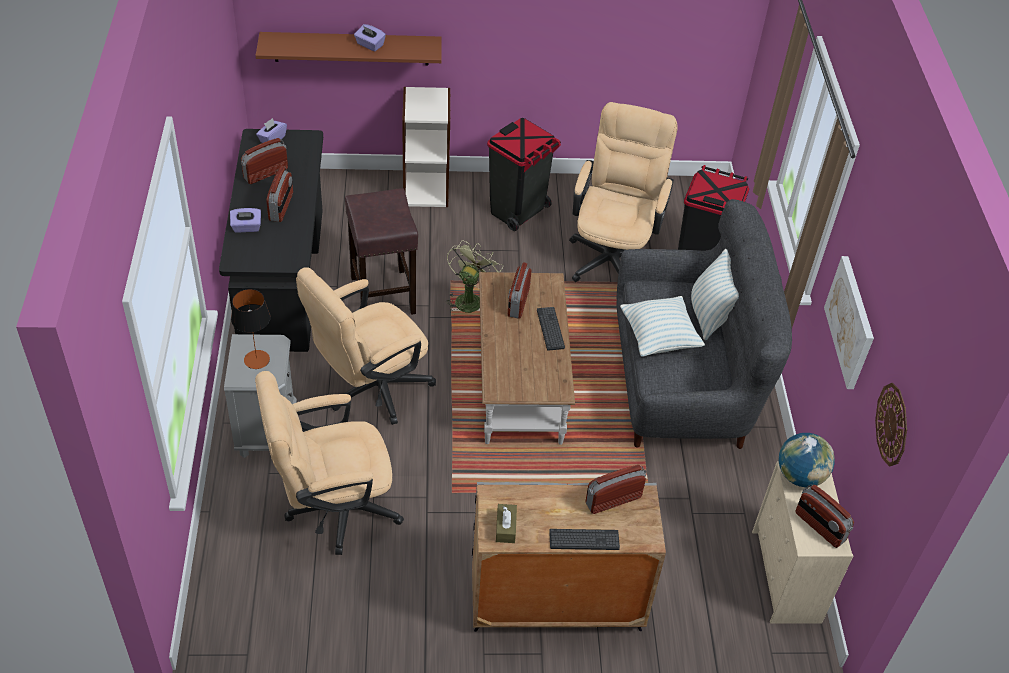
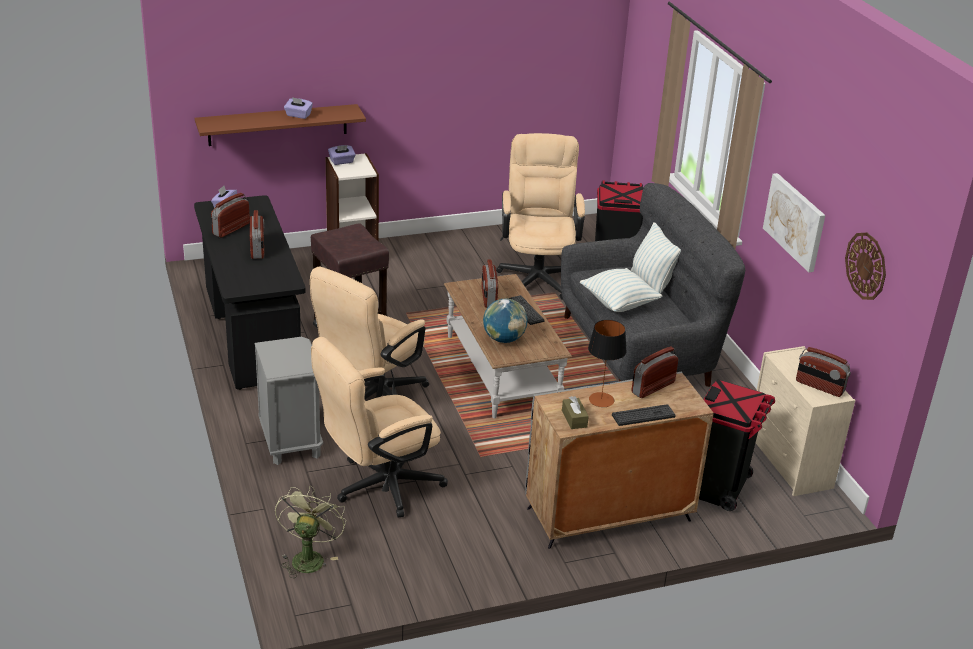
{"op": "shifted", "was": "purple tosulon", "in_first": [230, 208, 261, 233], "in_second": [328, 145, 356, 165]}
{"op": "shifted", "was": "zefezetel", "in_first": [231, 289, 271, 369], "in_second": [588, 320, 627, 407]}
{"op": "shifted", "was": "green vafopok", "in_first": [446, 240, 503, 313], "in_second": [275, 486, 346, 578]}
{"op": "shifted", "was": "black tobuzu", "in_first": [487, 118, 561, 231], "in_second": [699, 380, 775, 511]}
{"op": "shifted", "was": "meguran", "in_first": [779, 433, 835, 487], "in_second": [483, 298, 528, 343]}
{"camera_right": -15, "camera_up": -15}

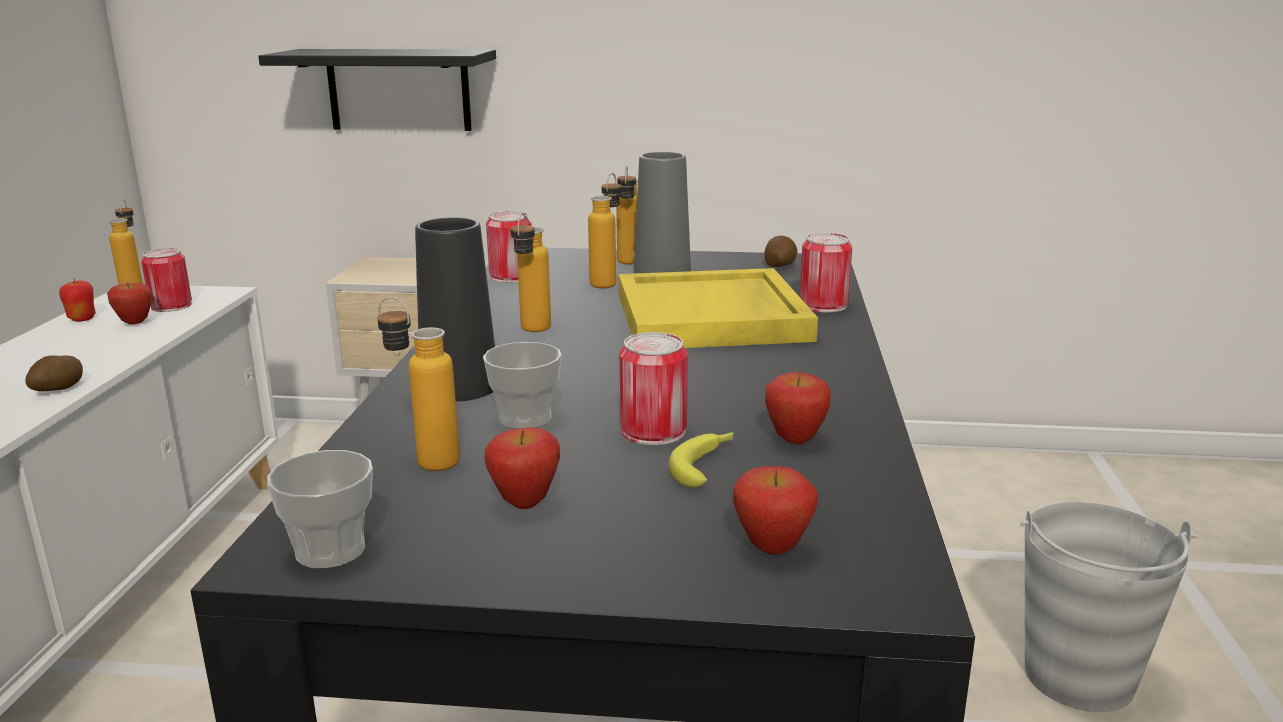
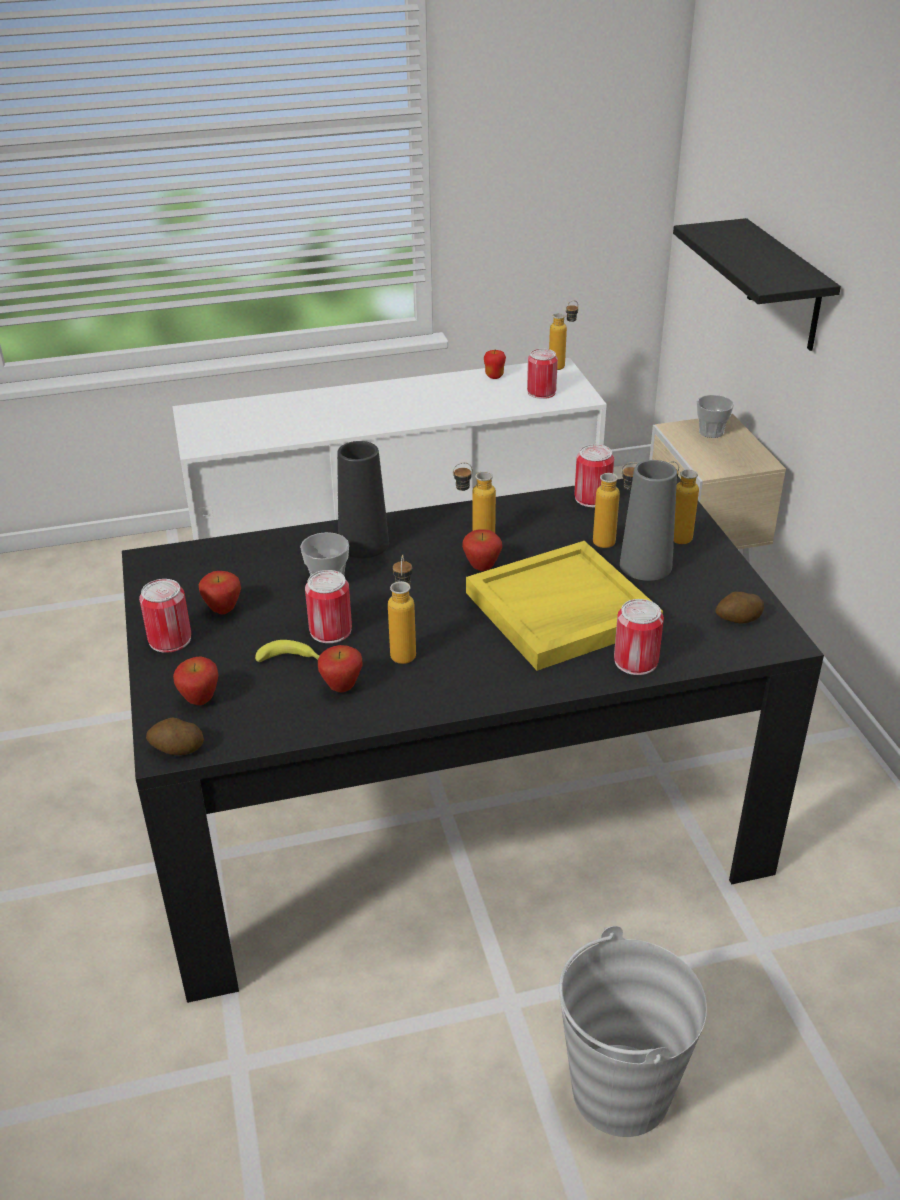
{"op": "new", "now": "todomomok", "in_second": [139, 579, 191, 653]}
{"op": "shifted", "was": "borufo", "in_first": [25, 355, 83, 391], "in_second": [146, 718, 204, 755]}
{"op": "shifted", "was": "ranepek", "in_first": [107, 282, 153, 324], "in_second": [462, 529, 502, 571]}
{"op": "shifted", "was": "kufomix", "in_first": [267, 450, 373, 569], "in_second": [697, 395, 734, 438]}
{"op": "shifted", "was": "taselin", "in_first": [377, 297, 460, 471], "in_second": [388, 555, 416, 664]}
{"camera_right": 70, "camera_up": 15}

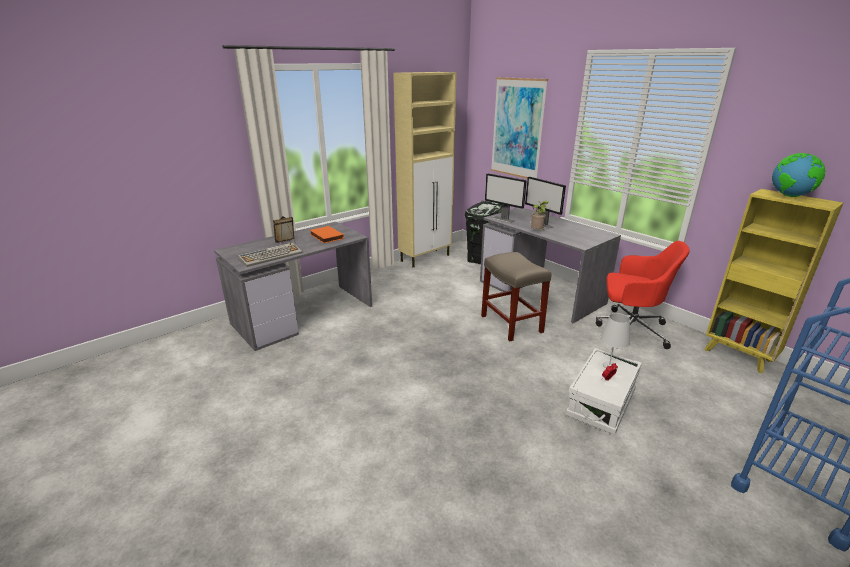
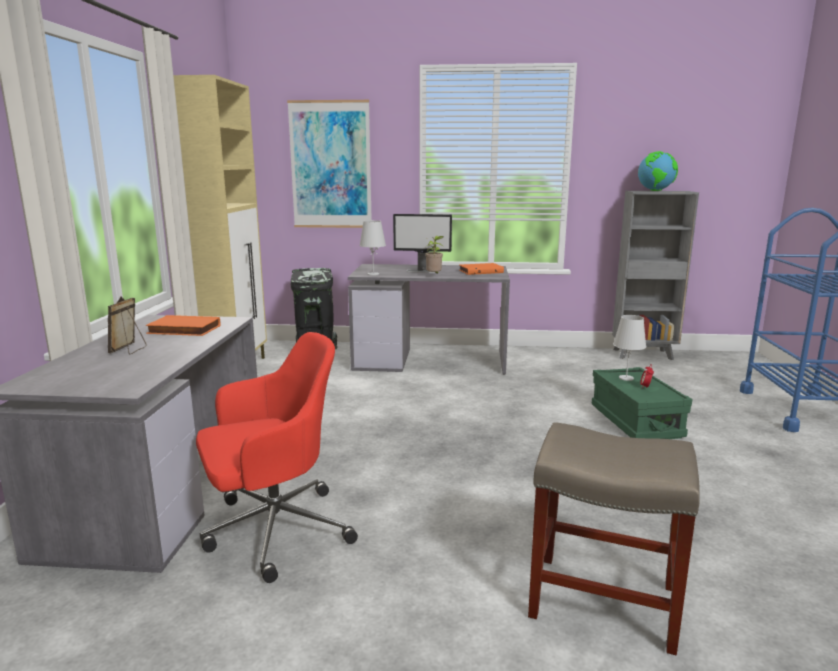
{"op": "gone", "was": "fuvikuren", "in_first": [238, 243, 302, 267]}
{"op": "new", "now": "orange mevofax", "in_second": [459, 263, 504, 275]}
{"op": "shifted", "was": "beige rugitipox", "in_first": [481, 252, 551, 341], "in_second": [528, 422, 700, 655]}
{"op": "shifted", "was": "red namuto", "in_first": [596, 241, 690, 349], "in_second": [196, 332, 358, 583]}
{"op": "swapped", "was": "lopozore", "now": "white zefezetel", "in_first": [485, 174, 527, 223], "in_second": [359, 220, 386, 276]}
{"op": "repainted", "was": "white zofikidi", "now": "green zofikidi", "in_first": [566, 348, 642, 435], "in_second": [592, 367, 692, 439]}
{"op": "repainted", "was": "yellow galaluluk", "now": "grey galaluluk", "in_first": [704, 189, 843, 373], "in_second": [612, 191, 699, 360]}
{"camera_right": -45, "camera_up": -10}

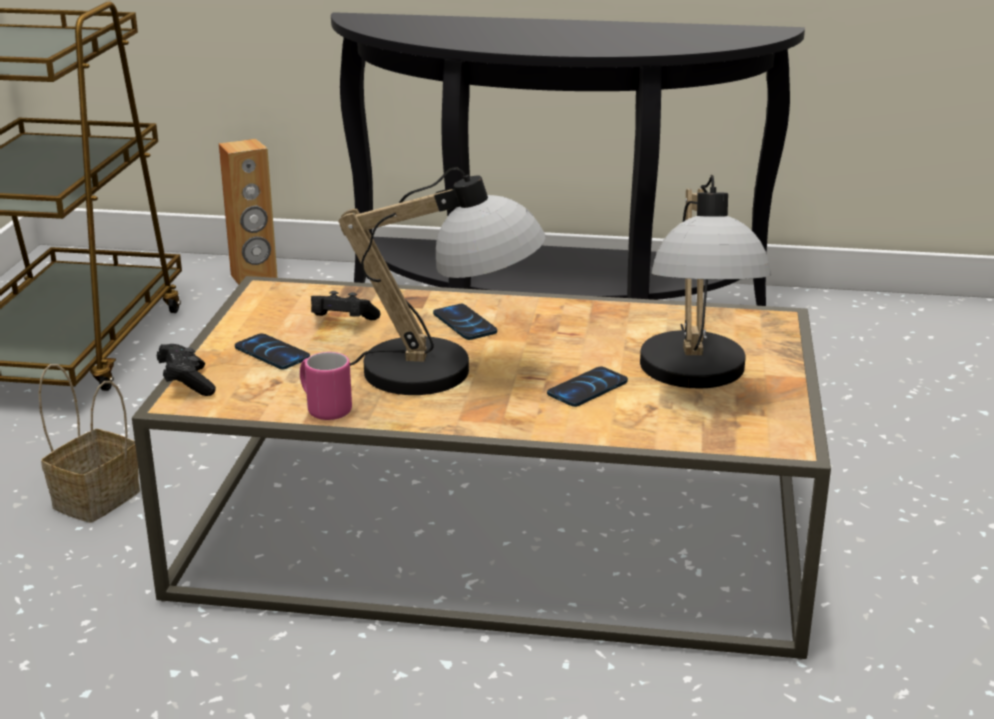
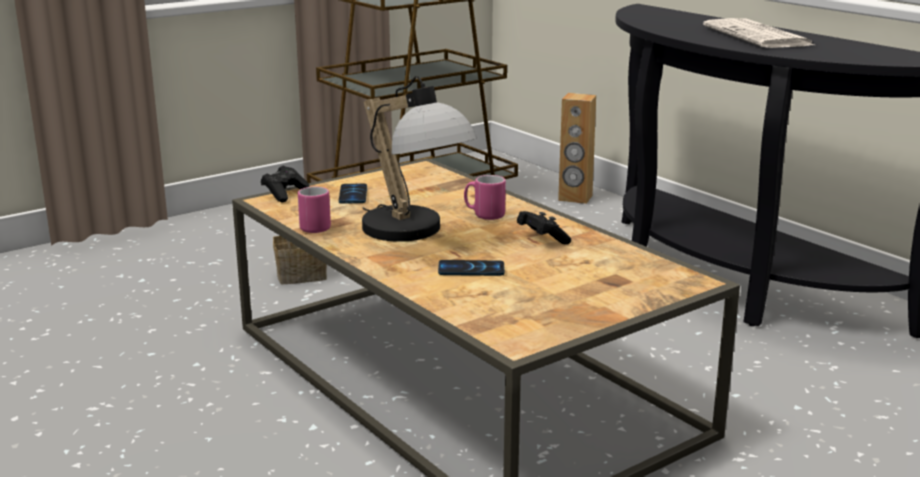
{"op": "gone", "was": "zefezetel", "in_first": [640, 175, 771, 389]}
{"op": "new", "now": "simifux", "in_second": [703, 18, 814, 48]}
{"op": "shifted", "was": "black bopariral", "in_first": [311, 291, 381, 320], "in_second": [517, 211, 571, 245]}
{"op": "swapped", "was": "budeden", "now": "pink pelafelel", "in_first": [433, 304, 497, 340], "in_second": [464, 175, 506, 220]}
{"camera_right": 45, "camera_up": -5}

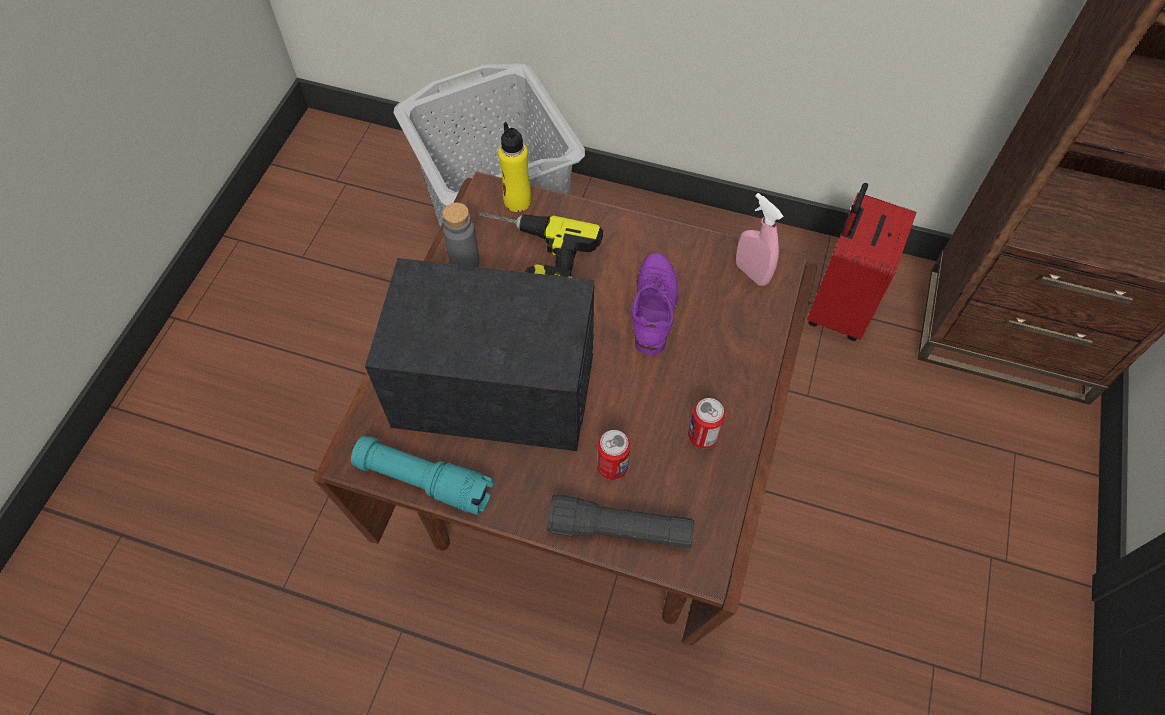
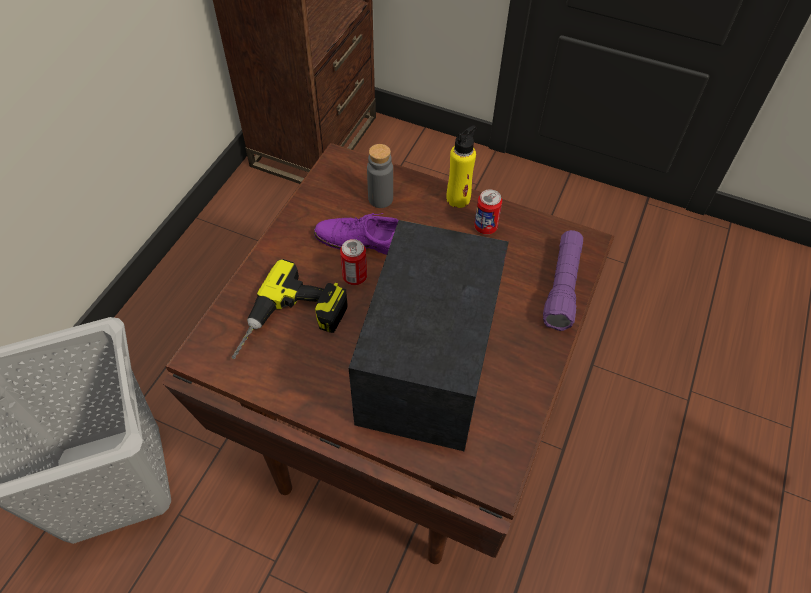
{"op": "gone", "was": "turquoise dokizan", "in_first": [351, 436, 494, 515]}
{"op": "gone", "was": "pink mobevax", "in_first": [736, 193, 784, 286]}
{"op": "gone", "was": "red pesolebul", "in_first": [807, 183, 916, 341]}
{"op": "shifted", "was": "grey taselin", "in_first": [443, 202, 480, 267], "in_second": [367, 144, 393, 208]}
{"op": "shifted", "was": "yellow taselin", "in_first": [498, 122, 531, 212], "in_second": [446, 125, 477, 208]}
{"op": "shifted", "was": "todomomok", "in_first": [597, 430, 630, 480], "in_second": [340, 239, 367, 285]}
{"op": "repainted", "was": "black dokizan", "now": "purple dokizan", "in_first": [546, 494, 694, 549], "in_second": [543, 230, 583, 331]}
{"camera_right": -85, "camera_up": -5}

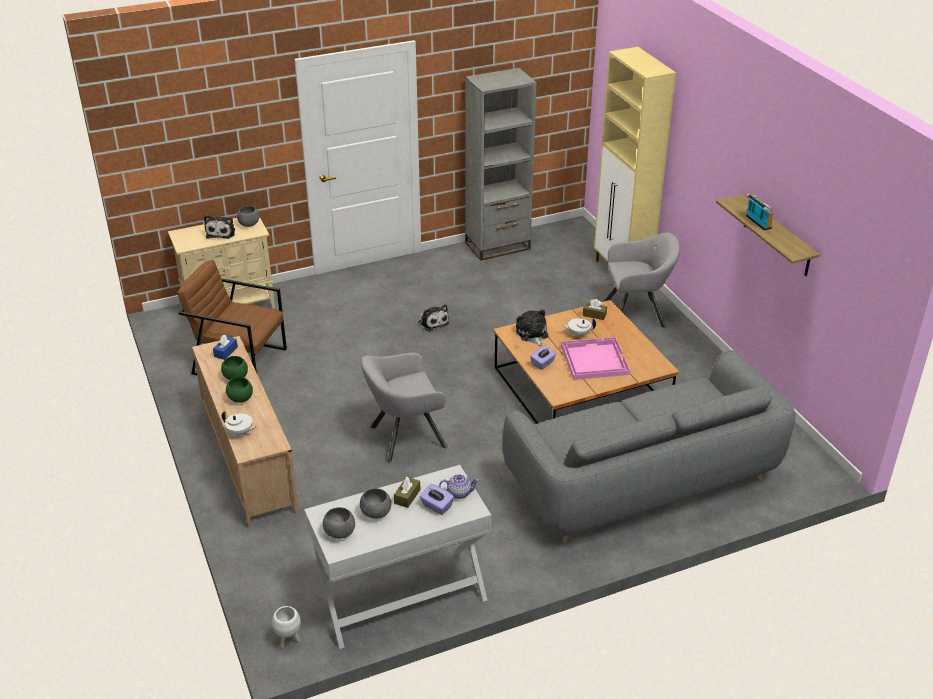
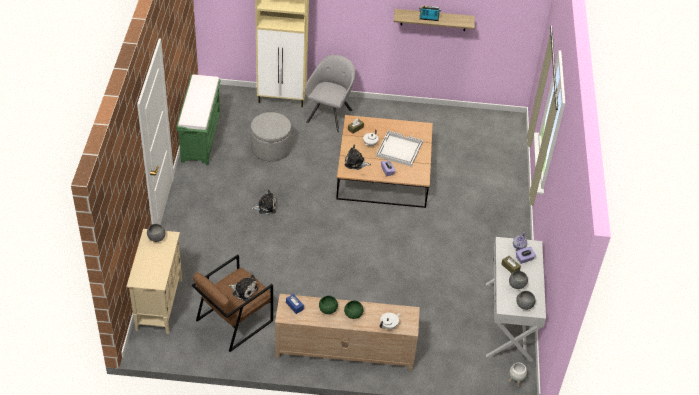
{"op": "gone", "was": "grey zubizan", "in_first": [361, 353, 448, 463]}
{"op": "gone", "was": "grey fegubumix", "in_first": [503, 350, 795, 542]}
{"op": "new", "now": "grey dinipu", "in_second": [251, 112, 291, 161]}
{"op": "shifted", "was": "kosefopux", "in_first": [204, 215, 235, 239], "in_second": [228, 275, 258, 301]}
{"op": "swapped", "was": "grey galaluluk", "now": "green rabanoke", "in_first": [465, 68, 537, 261], "in_second": [176, 75, 221, 165]}
{"op": "repainted", "was": "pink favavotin", "now": "white favavotin", "in_first": [561, 337, 630, 380], "in_second": [376, 130, 423, 167]}
{"camera_right": -65, "camera_up": 10}

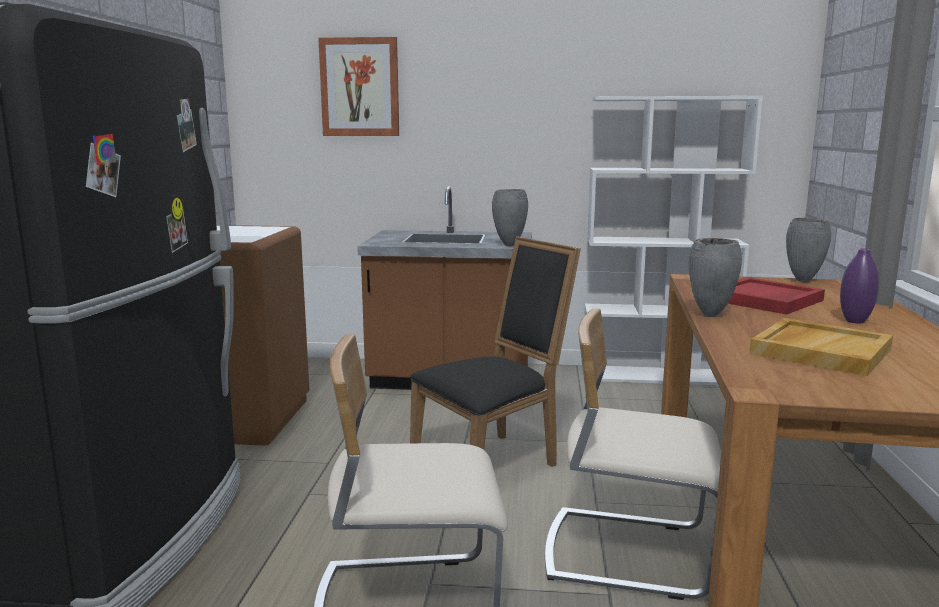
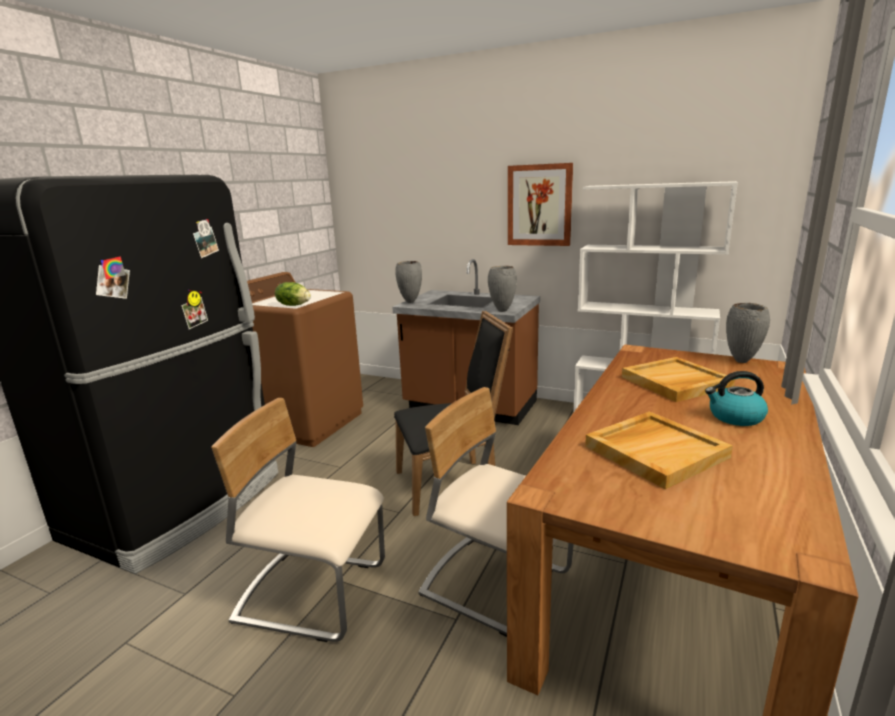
{"op": "new", "now": "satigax", "in_second": [275, 282, 311, 306]}
{"op": "shifted", "was": "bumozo", "in_first": [318, 37, 399, 136], "in_second": [508, 163, 573, 246]}
{"op": "shifted", "was": "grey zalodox", "in_first": [689, 238, 742, 317], "in_second": [395, 261, 422, 303]}
{"op": "swapped", "was": "purple zalodox", "now": "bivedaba", "in_first": [840, 248, 879, 323], "in_second": [705, 371, 768, 426]}
{"op": "repainted", "was": "red favavotin", "now": "beige favavotin", "in_first": [728, 277, 825, 315], "in_second": [622, 357, 735, 402]}
{"camera_right": 20, "camera_up": 5}

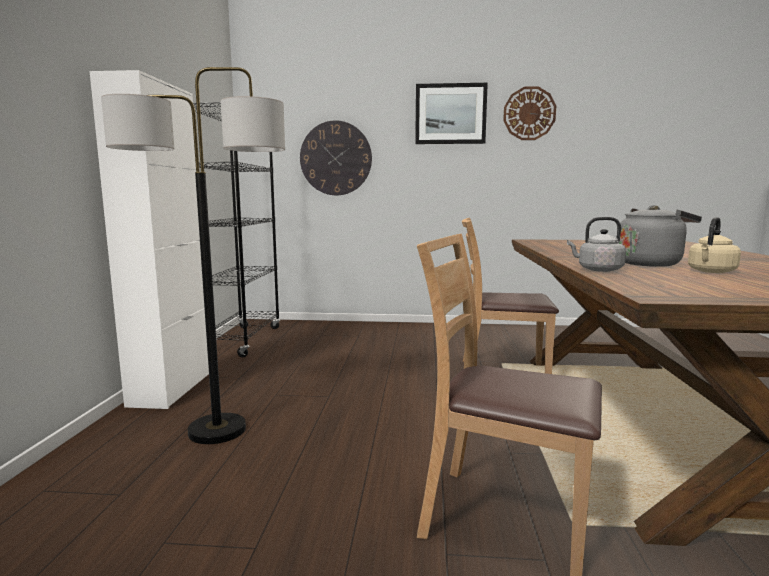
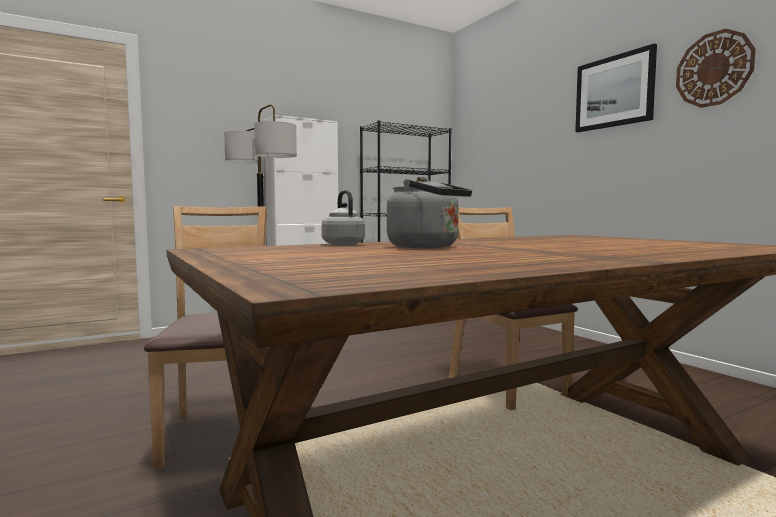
{"op": "gone", "was": "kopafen", "in_first": [300, 120, 372, 195]}
{"op": "gone", "was": "beige bivedaba", "in_first": [688, 217, 741, 273]}
{"camera_right": 55, "camera_up": -5}

